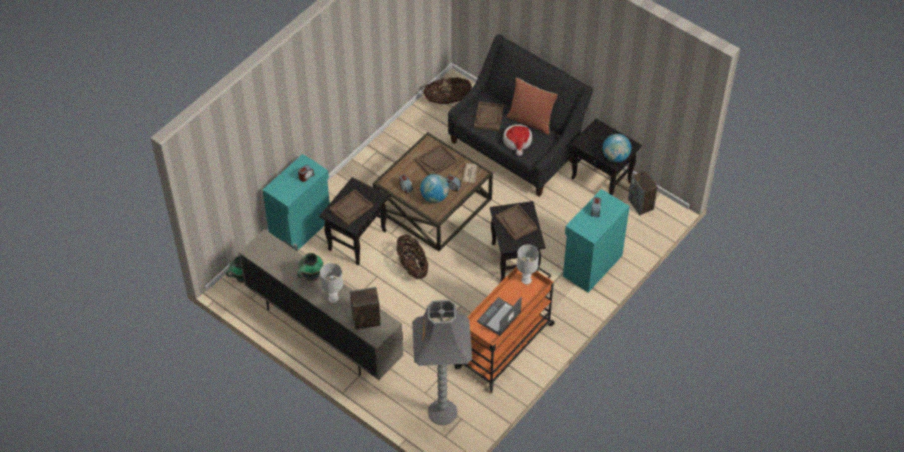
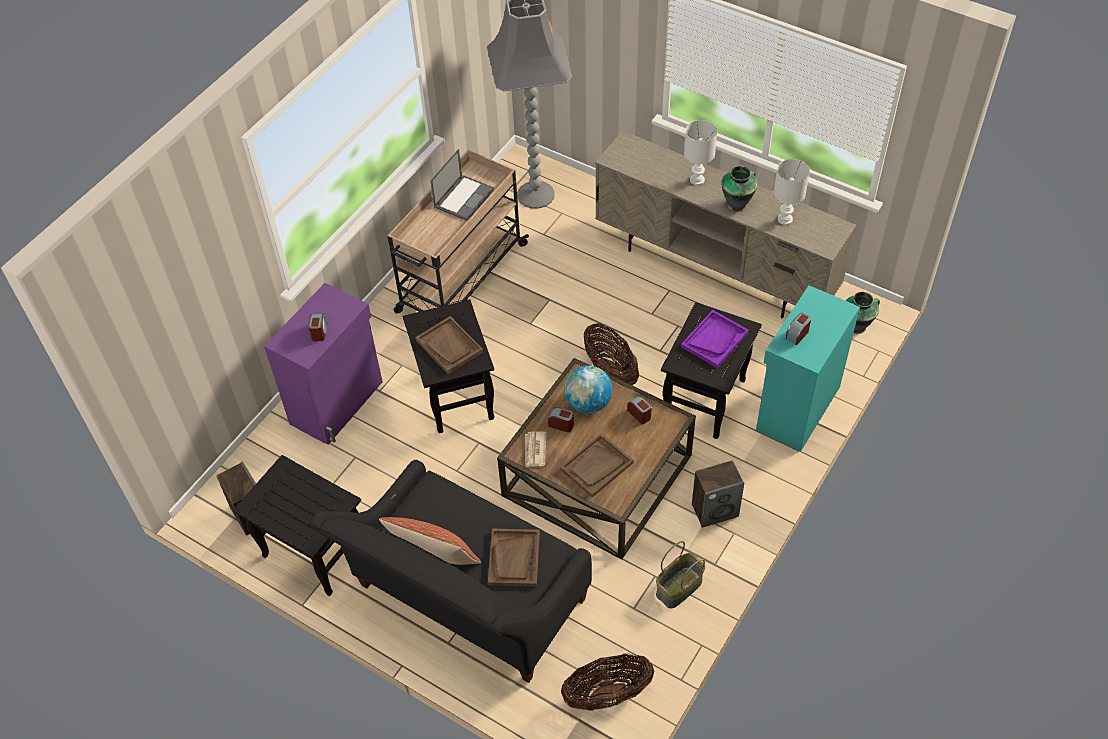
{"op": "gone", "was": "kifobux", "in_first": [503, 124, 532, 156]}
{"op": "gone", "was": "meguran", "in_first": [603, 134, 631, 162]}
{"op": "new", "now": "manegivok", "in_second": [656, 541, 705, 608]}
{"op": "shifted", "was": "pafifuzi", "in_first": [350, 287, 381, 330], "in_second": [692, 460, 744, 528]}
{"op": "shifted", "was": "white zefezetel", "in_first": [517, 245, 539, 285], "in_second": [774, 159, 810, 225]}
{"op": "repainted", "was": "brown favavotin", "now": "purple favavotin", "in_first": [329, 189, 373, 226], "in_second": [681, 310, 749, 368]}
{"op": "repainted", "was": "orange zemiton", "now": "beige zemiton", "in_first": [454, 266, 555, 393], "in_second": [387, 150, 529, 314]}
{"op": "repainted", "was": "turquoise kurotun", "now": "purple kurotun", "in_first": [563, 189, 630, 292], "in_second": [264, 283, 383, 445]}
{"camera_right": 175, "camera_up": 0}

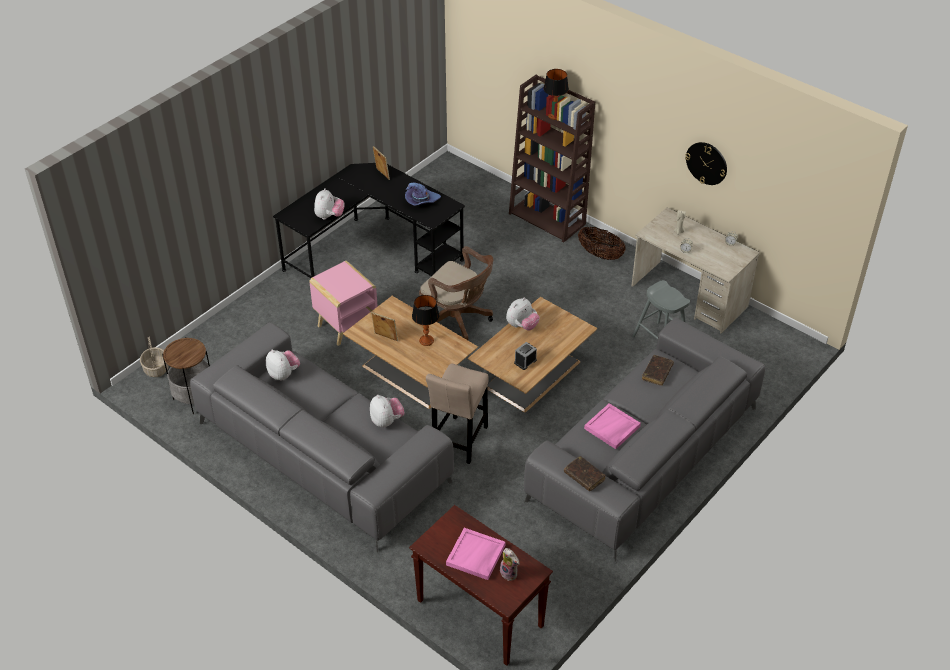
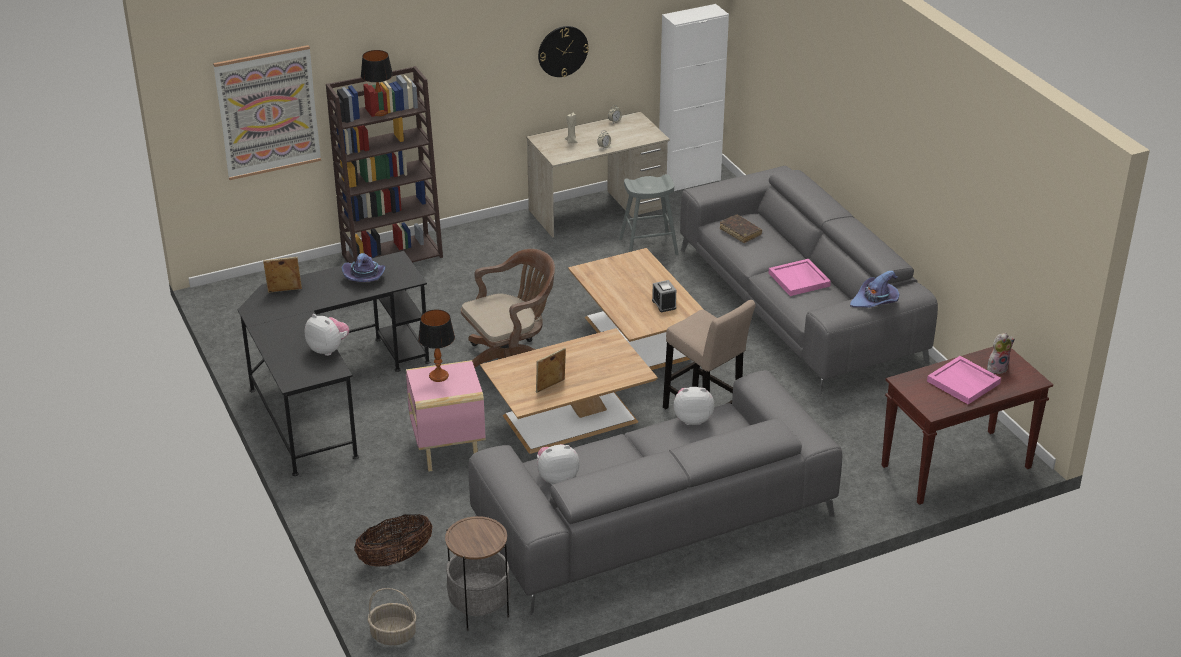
{"op": "gone", "was": "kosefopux", "in_first": [506, 297, 540, 330]}
{"op": "new", "now": "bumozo", "in_second": [213, 45, 321, 180]}
{"op": "new", "now": "white kurotun", "in_second": [659, 4, 729, 191]}
{"op": "shifted", "was": "zefezetel", "in_first": [412, 295, 439, 346], "in_second": [418, 310, 455, 382]}
{"op": "shifted", "was": "manegivok", "in_first": [578, 226, 626, 260], "in_second": [354, 514, 433, 567]}
{"op": "swapped", "was": "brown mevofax", "now": "purple kifobux", "in_first": [564, 456, 606, 491], "in_second": [850, 271, 899, 308]}
{"camera_right": -65, "camera_up": -10}

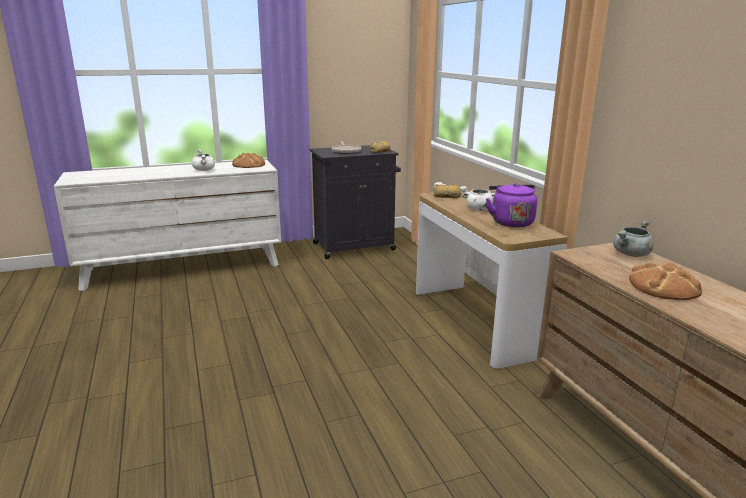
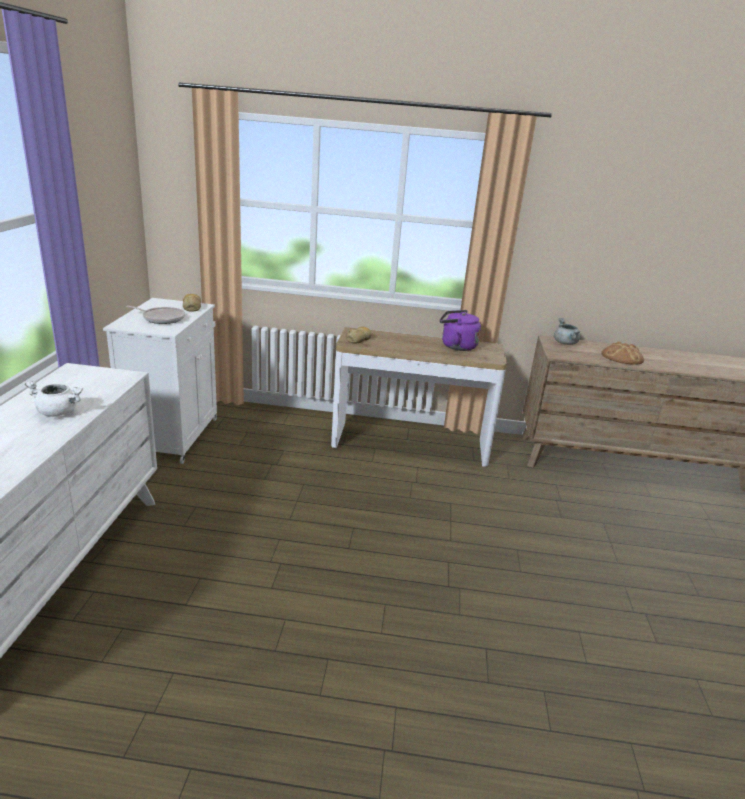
{"op": "gone", "was": "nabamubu", "in_first": [232, 153, 265, 168]}
{"op": "gone", "was": "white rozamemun", "in_first": [460, 186, 496, 211]}
{"op": "repainted", "was": "black kurotun", "now": "white kurotun", "in_first": [309, 145, 401, 259], "in_second": [103, 298, 217, 464]}
{"camera_right": -65, "camera_up": 5}

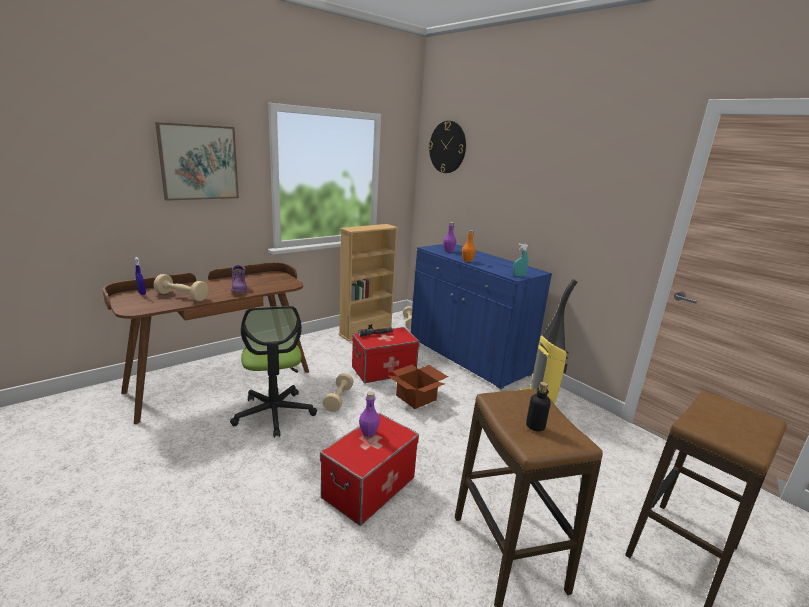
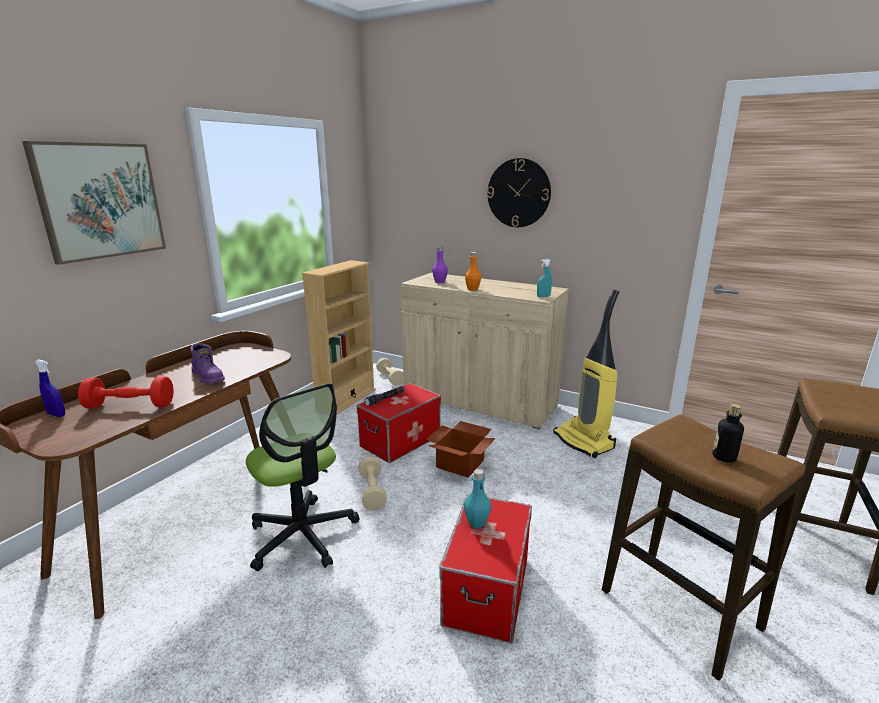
{"op": "shifted", "was": "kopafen", "in_first": [428, 121, 466, 173], "in_second": [487, 158, 551, 227]}
{"op": "repainted", "was": "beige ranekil", "now": "red ranekil", "in_first": [154, 274, 208, 301], "in_second": [78, 376, 174, 409]}
{"op": "repainted", "was": "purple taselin", "now": "turquoise taselin", "in_first": [359, 391, 380, 437], "in_second": [464, 469, 492, 528]}
{"op": "repainted", "was": "blue kurotun", "now": "beige kurotun", "in_first": [411, 244, 552, 389], "in_second": [401, 273, 569, 429]}
{"camera_right": -20, "camera_up": 0}

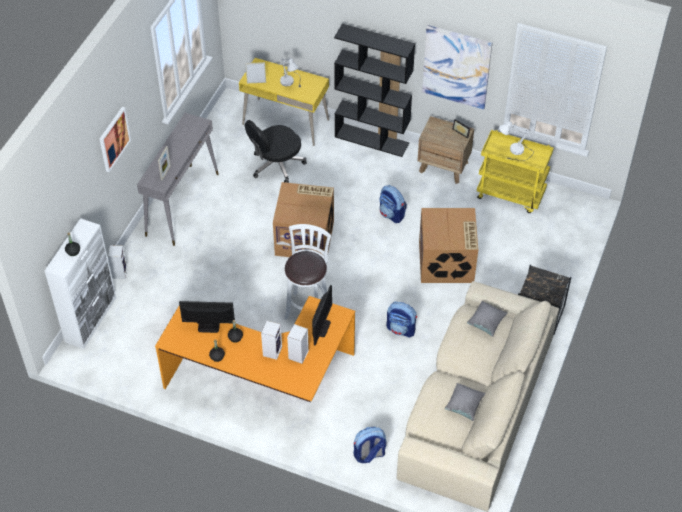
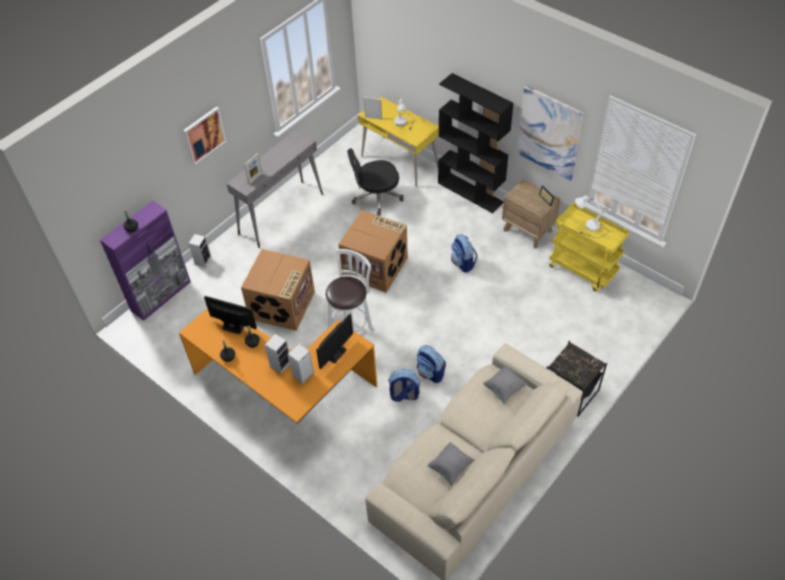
{"op": "shifted", "was": "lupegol", "in_first": [354, 427, 386, 463], "in_second": [388, 369, 420, 402]}
{"op": "shifted", "was": "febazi", "in_first": [419, 208, 478, 283], "in_second": [241, 249, 315, 331]}
{"op": "repainted", "was": "white kurotun", "now": "purple kurotun", "in_first": [45, 218, 116, 349], "in_second": [100, 201, 191, 321]}
{"camera_right": 20, "camera_up": 0}

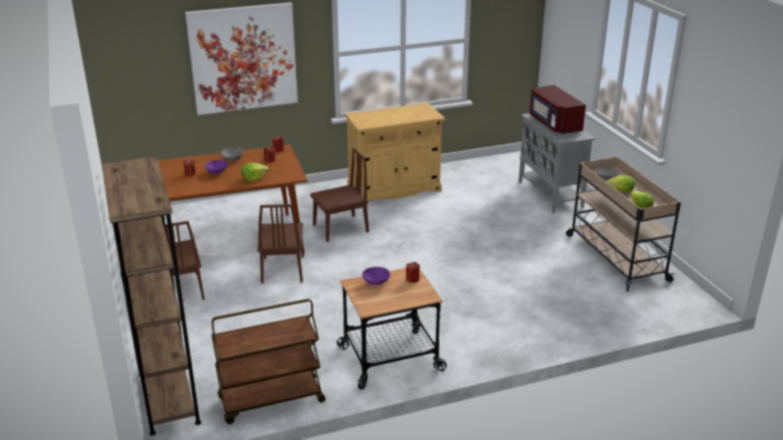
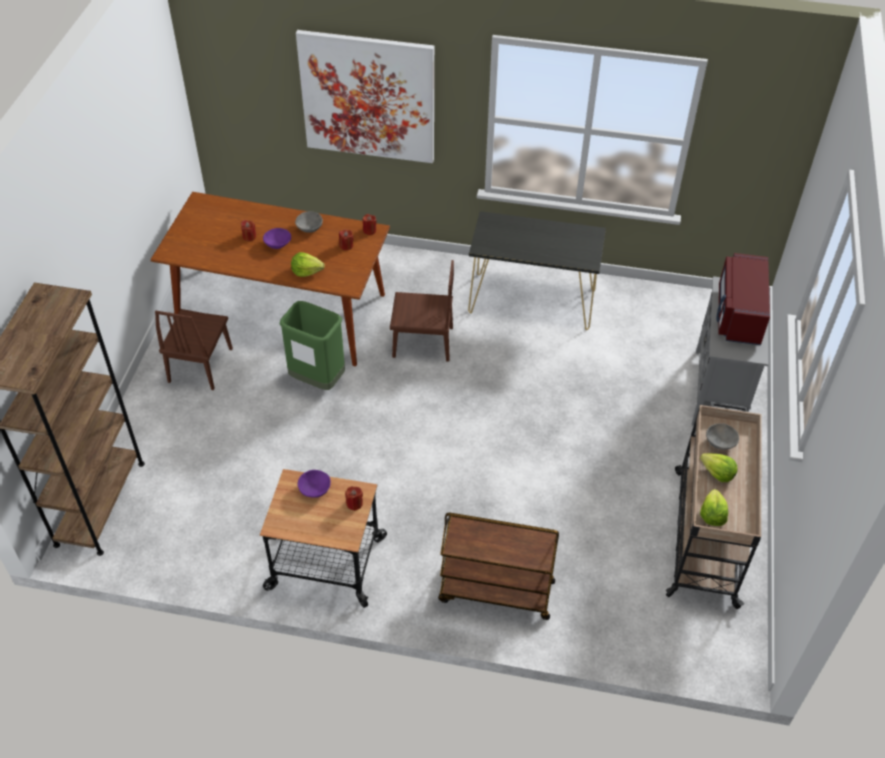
{"op": "shifted", "was": "brown zemiton", "in_first": [211, 299, 326, 424], "in_second": [438, 513, 559, 620]}
{"op": "swapped", "was": "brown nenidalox", "now": "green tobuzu", "in_first": [257, 204, 304, 284], "in_second": [279, 301, 345, 390]}
{"op": "swapped", "was": "beige kurotun", "now": "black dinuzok", "in_first": [345, 103, 445, 202], "in_second": [468, 211, 606, 330]}
{"camera_right": 30, "camera_up": 20}

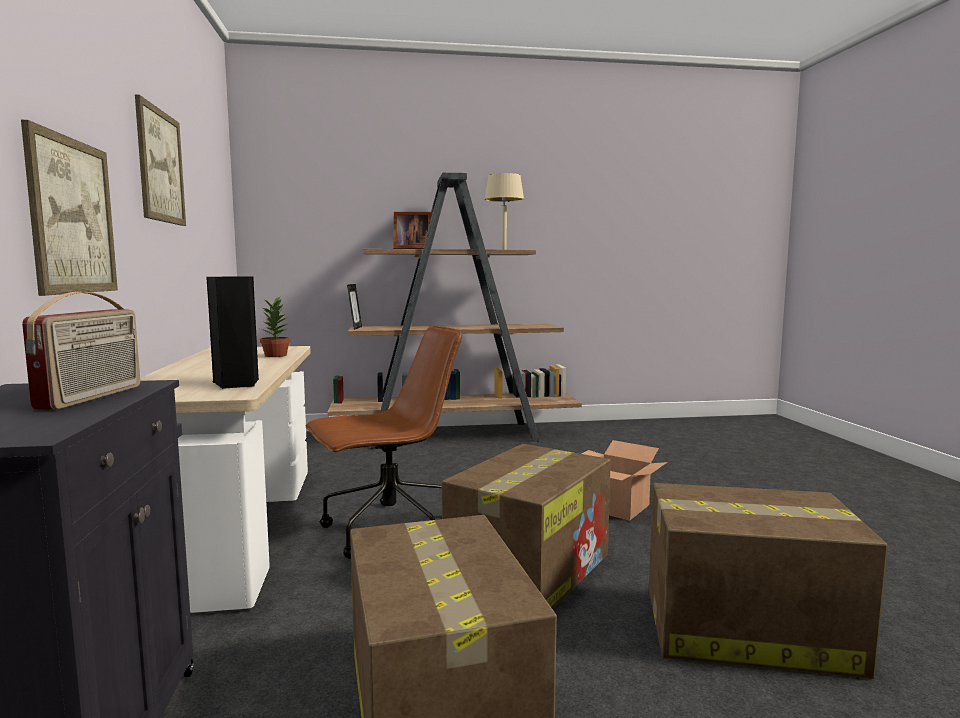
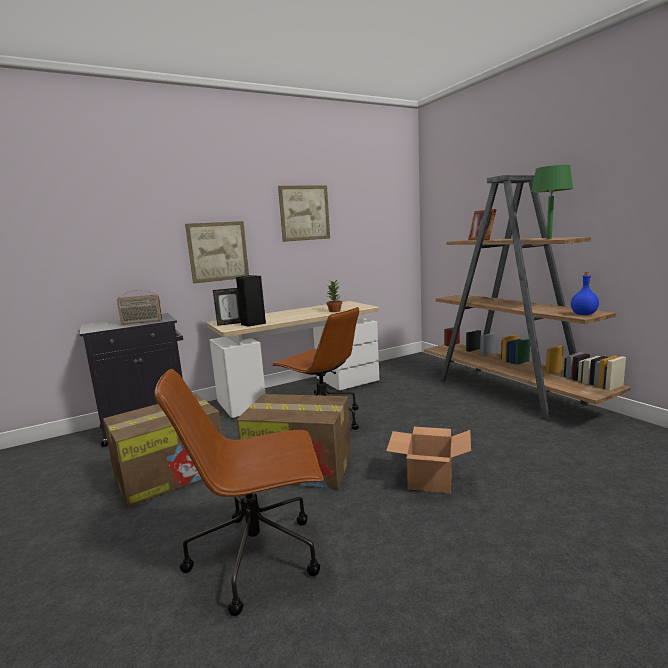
{"op": "new", "now": "blue taselin", "in_second": [571, 272, 599, 315]}
{"op": "shifted", "was": "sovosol", "in_first": [347, 284, 362, 330], "in_second": [213, 288, 241, 326]}
{"op": "swapped", "was": "febazi", "now": "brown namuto", "in_first": [649, 483, 888, 679], "in_second": [154, 369, 324, 616]}
{"op": "repainted", "was": "beige zefezetel", "now": "green zefezetel", "in_first": [484, 173, 524, 250], "in_second": [531, 165, 573, 239]}
{"camera_right": 70, "camera_up": 5}

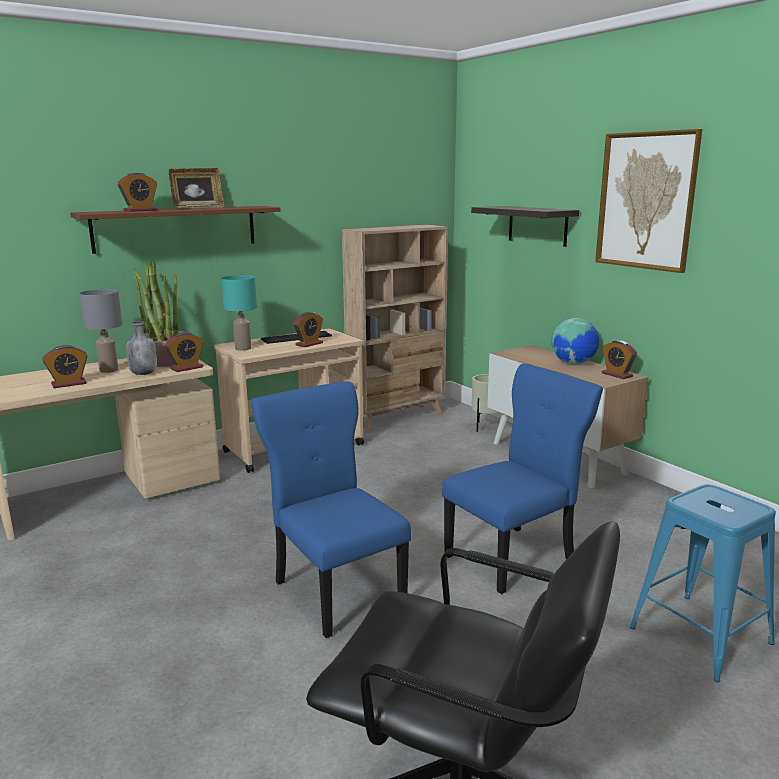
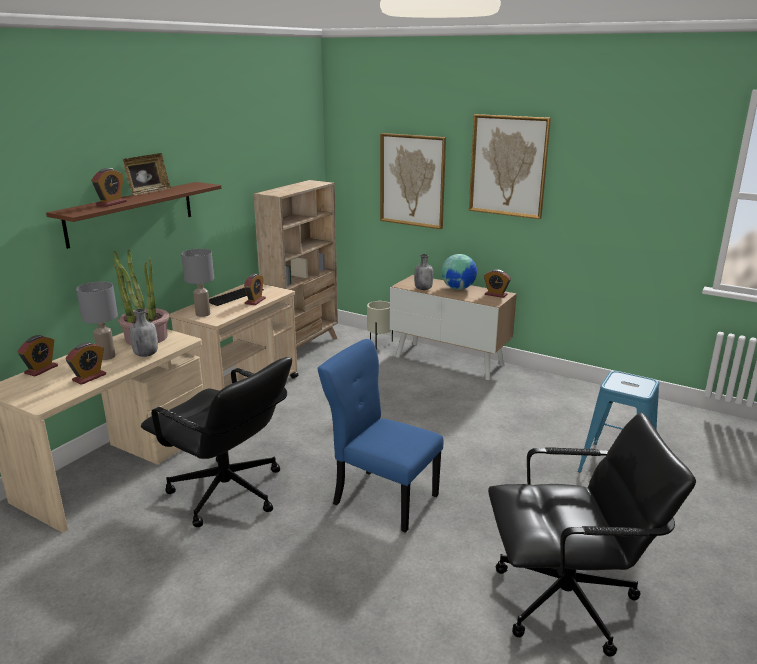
{"op": "gone", "was": "blue nenidalox", "in_first": [442, 363, 603, 594]}
{"op": "new", "now": "black namuto", "in_second": [141, 357, 292, 527]}
{"op": "new", "now": "grey taselin", "in_second": [414, 254, 433, 290]}
{"op": "shifted", "was": "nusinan", "in_first": [165, 332, 203, 372], "in_second": [18, 335, 58, 376]}
{"op": "swapped", "was": "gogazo", "now": "bumozo", "in_first": [471, 206, 579, 247], "in_second": [380, 133, 446, 229]}
{"op": "repainted", "was": "turquoise zefezetel", "now": "grey zefezetel", "in_first": [221, 275, 257, 351], "in_second": [181, 249, 214, 317]}
{"camera_right": -25, "camera_up": 5}

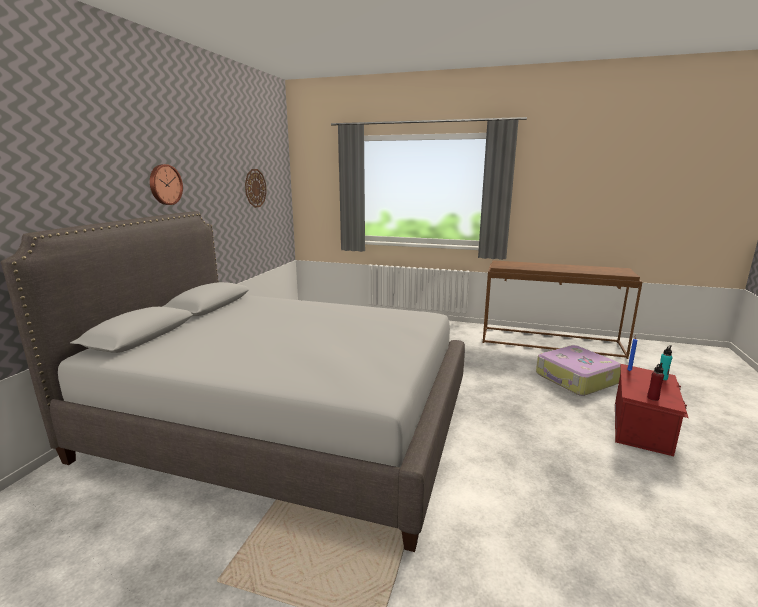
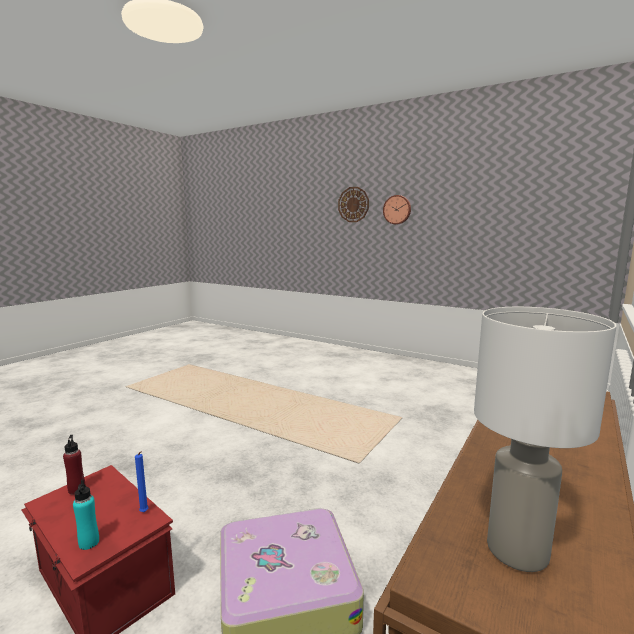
{"op": "gone", "was": "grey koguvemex", "in_first": [1, 211, 465, 552]}
{"op": "new", "now": "white zefezetel", "in_second": [474, 307, 616, 572]}
{"op": "shifted", "was": "kopafen", "in_first": [245, 169, 267, 208], "in_second": [338, 187, 369, 222]}
{"camera_right": 105, "camera_up": -5}

